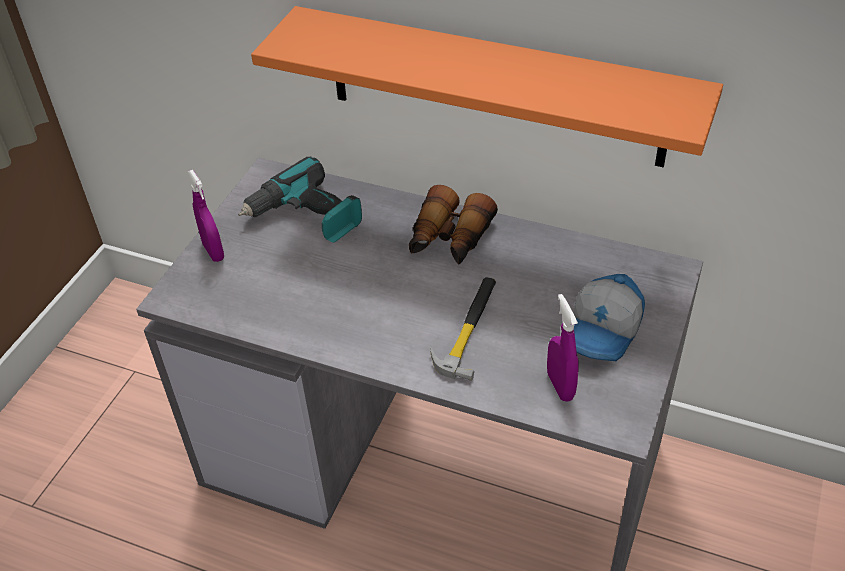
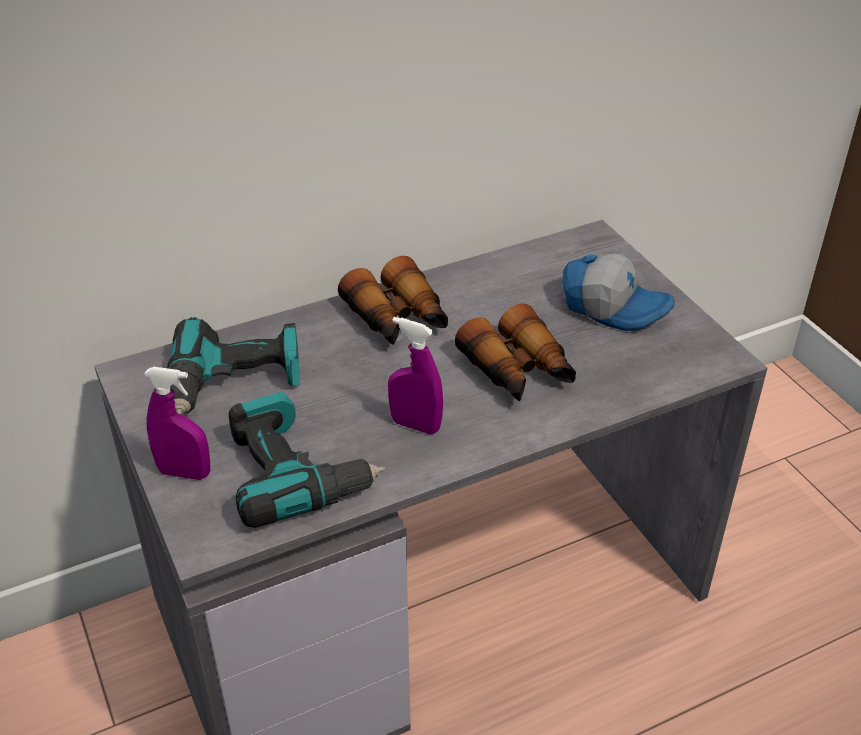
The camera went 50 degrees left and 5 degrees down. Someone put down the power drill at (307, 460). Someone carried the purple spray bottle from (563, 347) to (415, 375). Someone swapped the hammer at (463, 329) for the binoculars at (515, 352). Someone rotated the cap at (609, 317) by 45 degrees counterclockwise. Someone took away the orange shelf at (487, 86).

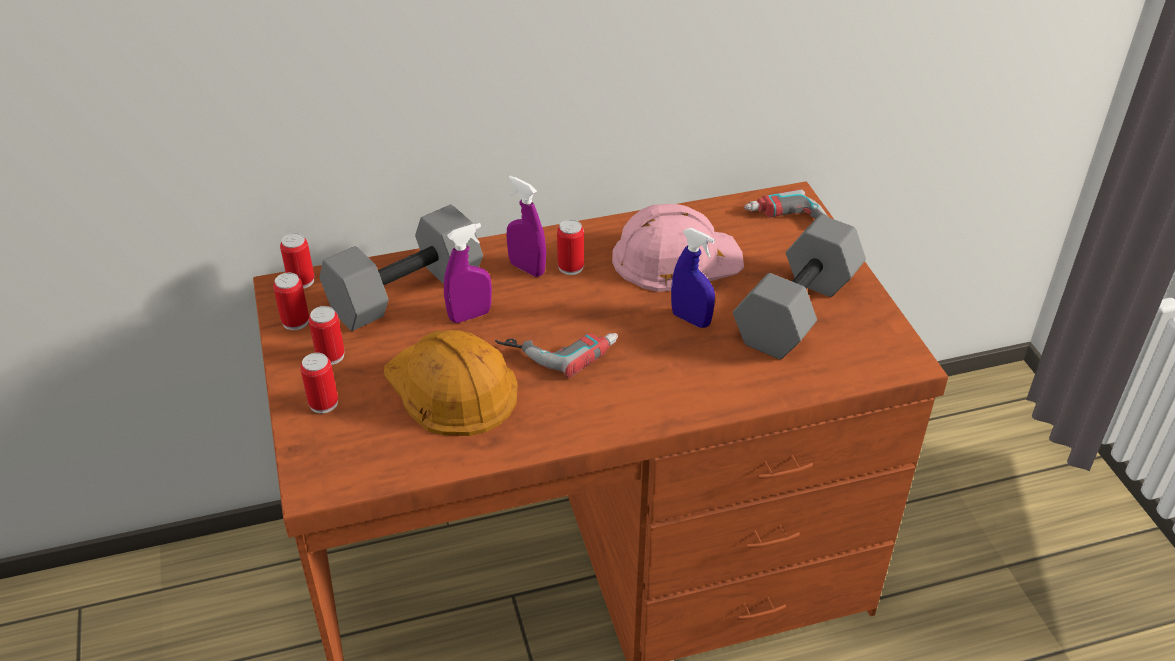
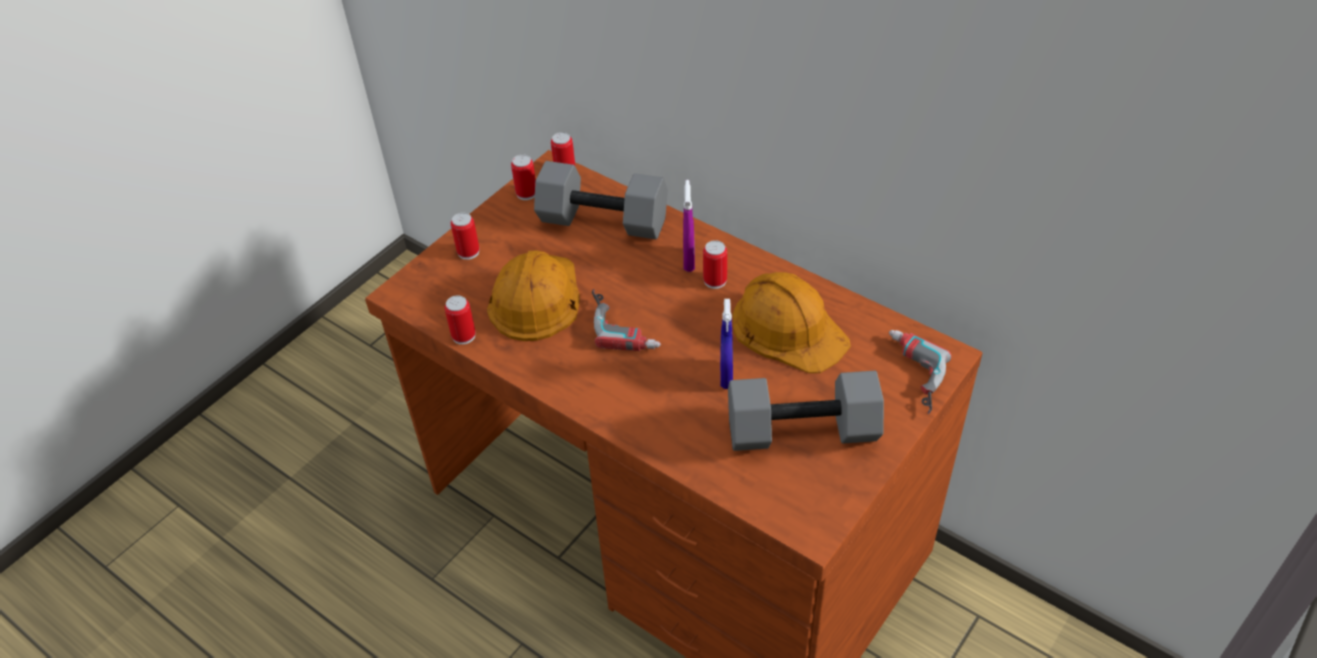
The camera went 55 degrees right and 5 degrees up. Someone carried the can from (327, 335) to (460, 320). Someone repainted the pink hard hat at (678, 248), which became the orange hard hat at (792, 322). Someone took away the purple spray bottle at (468, 273).

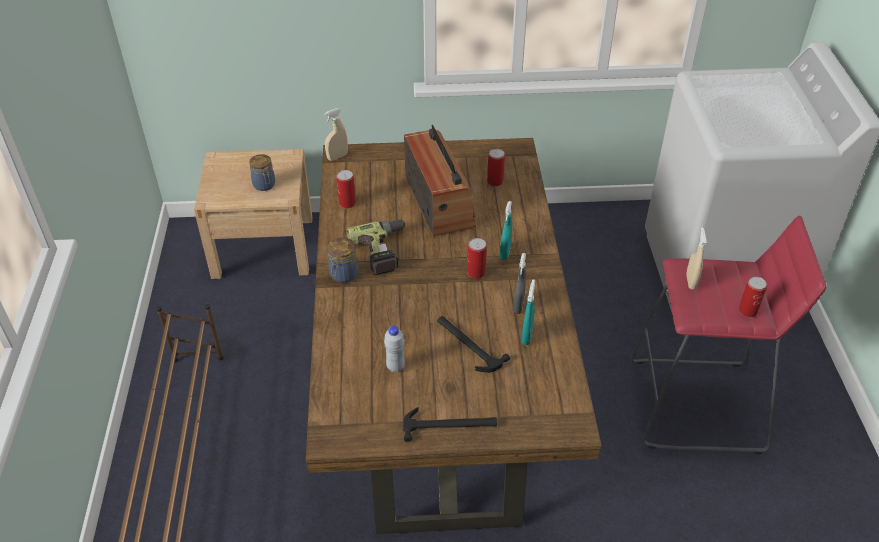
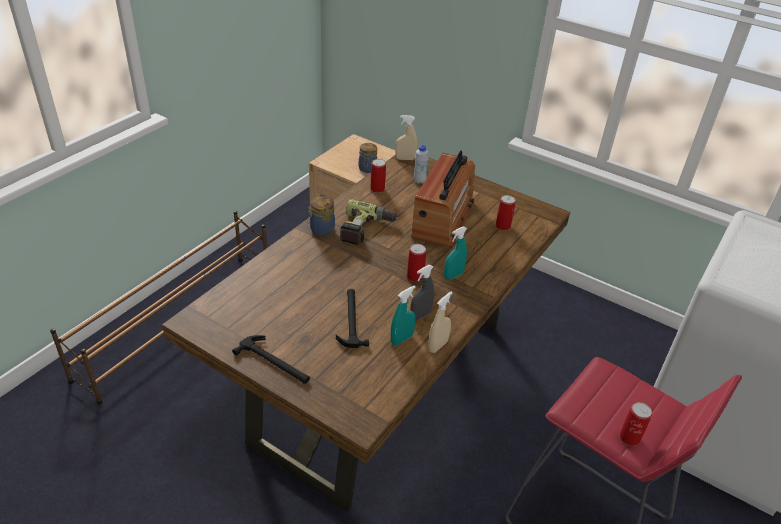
The camera went 35 degrees right and 5 degrees down. Someone carried the white bottle from (394, 348) to (421, 164). Someone carried the beige spray bottle from (696, 258) to (440, 322).

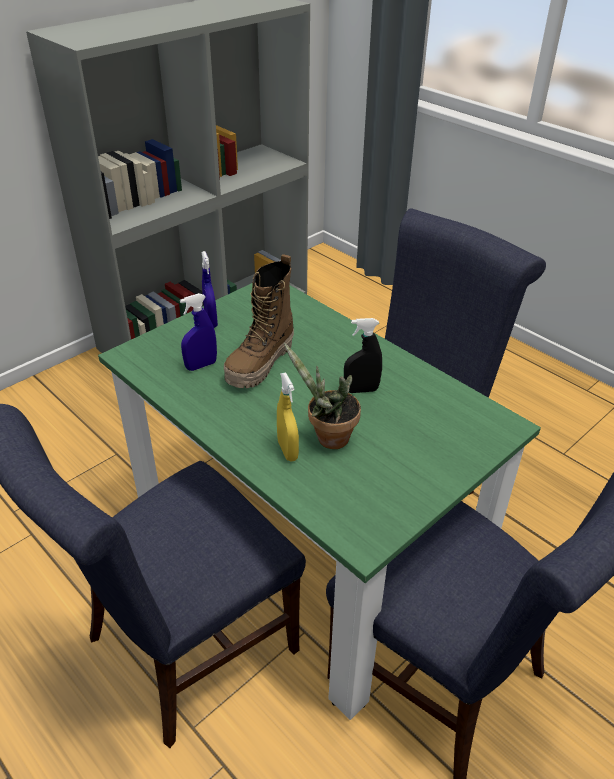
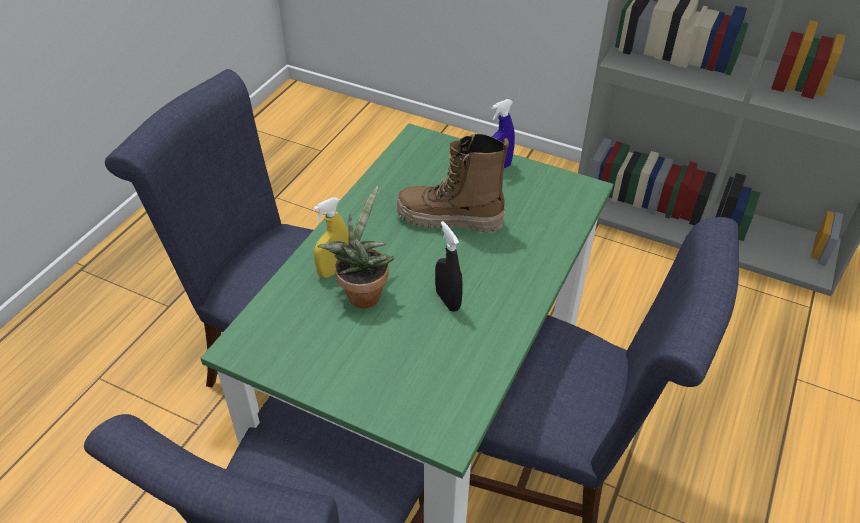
The camera went 70 degrees right and 5 degrees up. Someone took away the blue spray bottle at (198, 332).

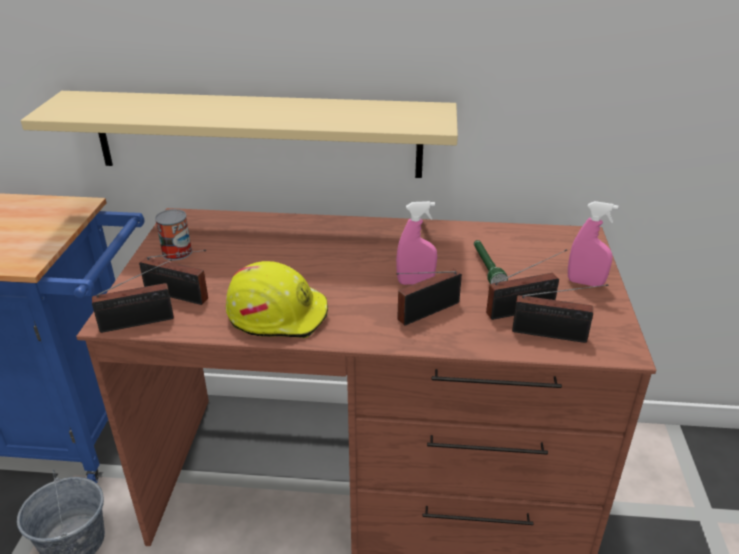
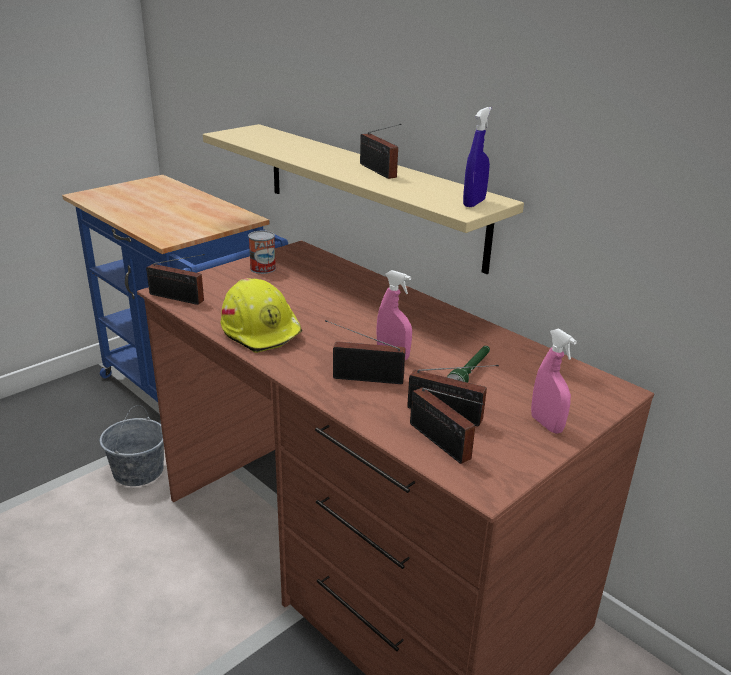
The camera went 40 degrees right and 5 degrees down. Someone carried the radio from (173, 277) to (380, 151). Someone put down the blue spray bottle at (477, 157).

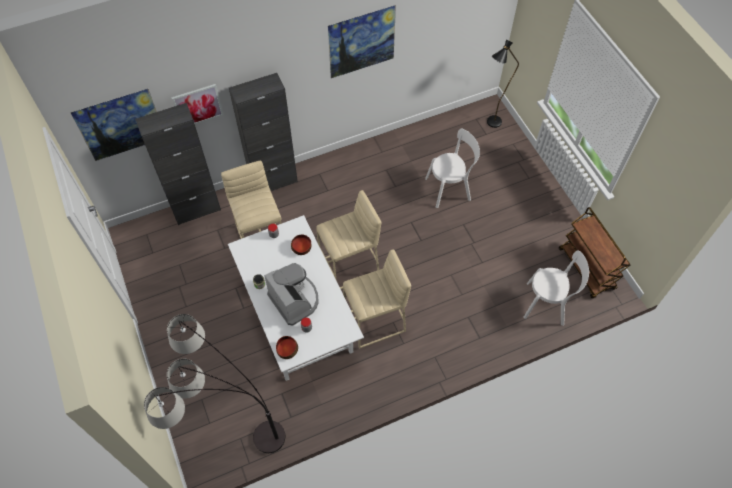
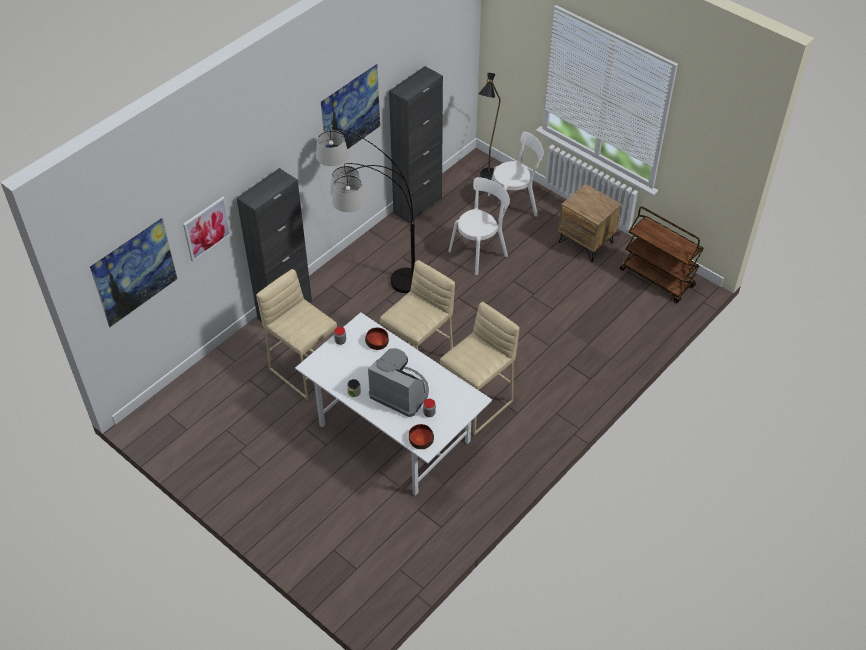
The camera went 25 degrees left and 10 degrees down. Someone carried the floor lamp from (214, 383) to (365, 210). Someone carried the black cabinet from (178, 164) to (416, 145). Someone carried the white chair from (556, 288) to (516, 177). Someone put down the brown nightstand at (590, 223).

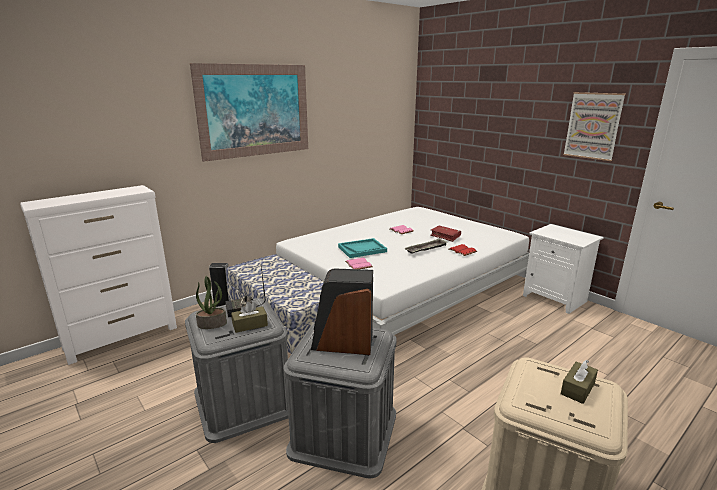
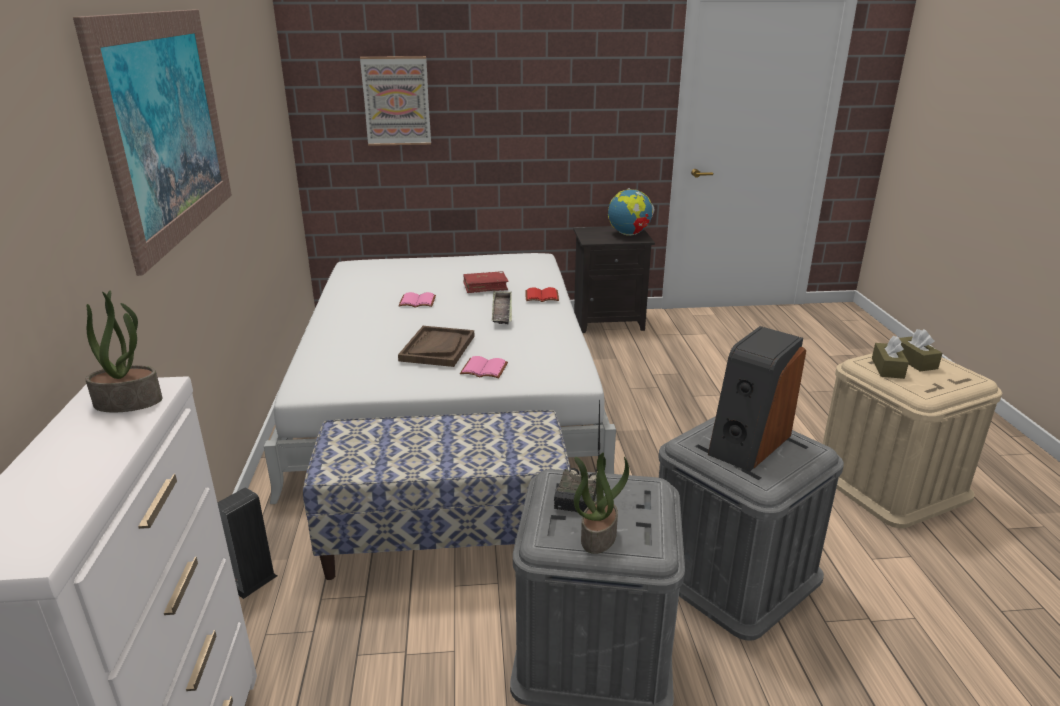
The camera went 55 degrees left and 5 degrees up. Someone put down the potted plant at (124, 351). Someone carried the picture from (594, 126) to (395, 101). Someone repainted the turquoise tray at (362, 248), which became the brown tray at (436, 346). Someone repainted the white nightstand at (563, 269), which became the black nightstand at (614, 280). Someone put down the globe at (631, 212). Someone carried the brown tissue box from (249, 317) to (890, 357).

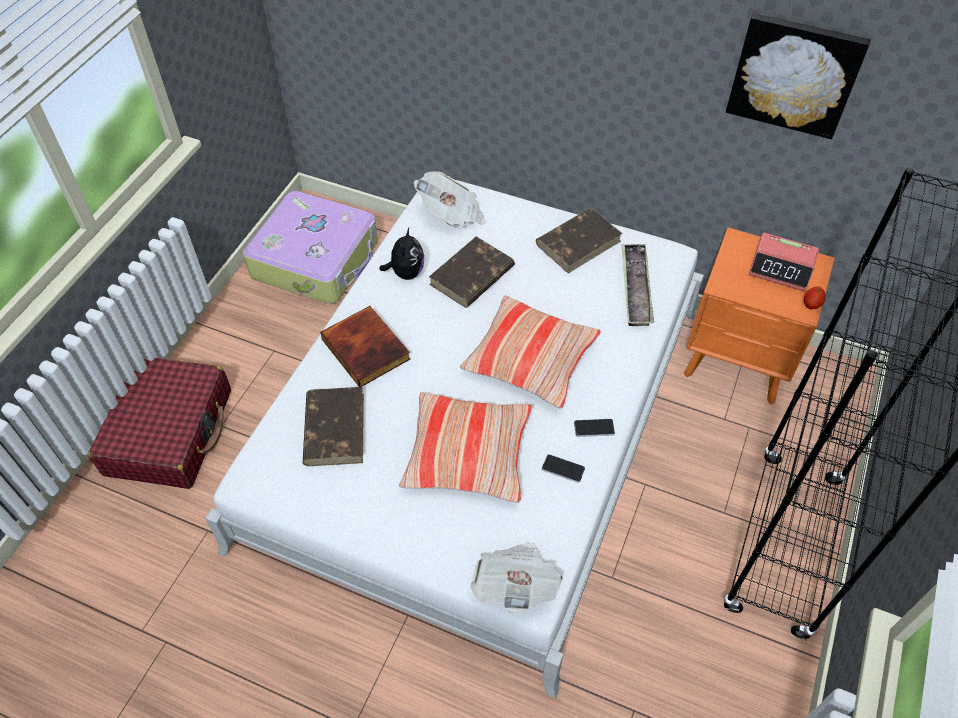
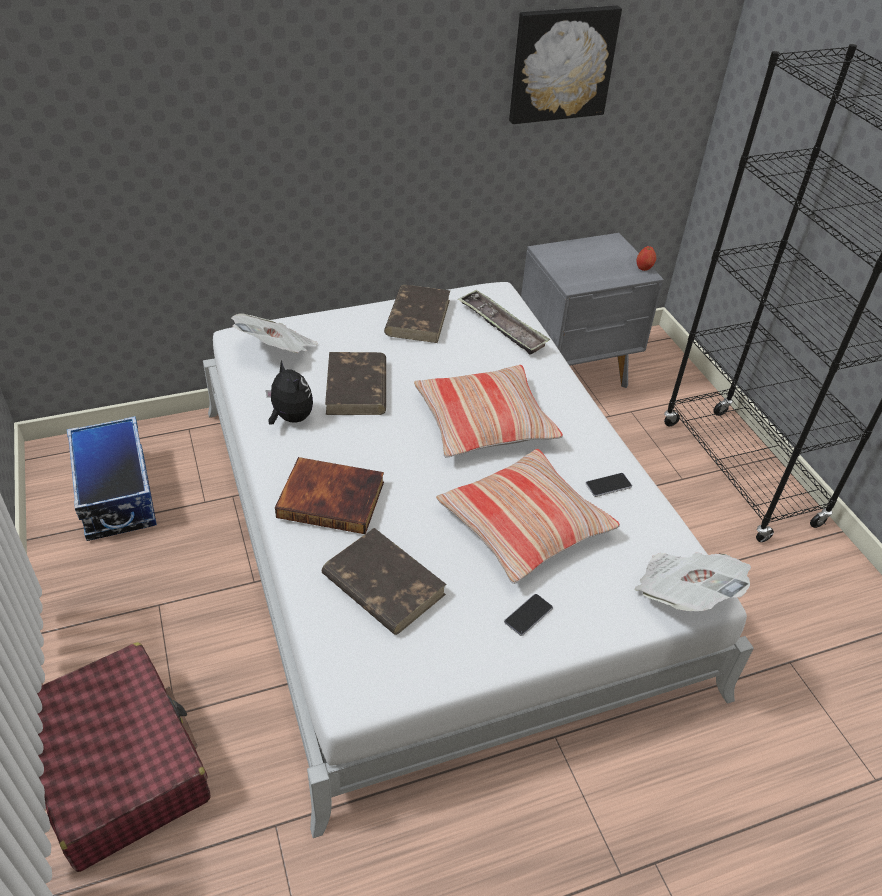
The camera went 45 degrees left and 10 degrees down. Someone swapped the suitcase at (310, 247) for the storage box at (112, 478). Someone carried the phone from (594, 428) to (528, 615). Someone repainted the orange nightstand at (759, 316), which became the grey nightstand at (592, 310). Someone took away the alarm clock at (784, 262).

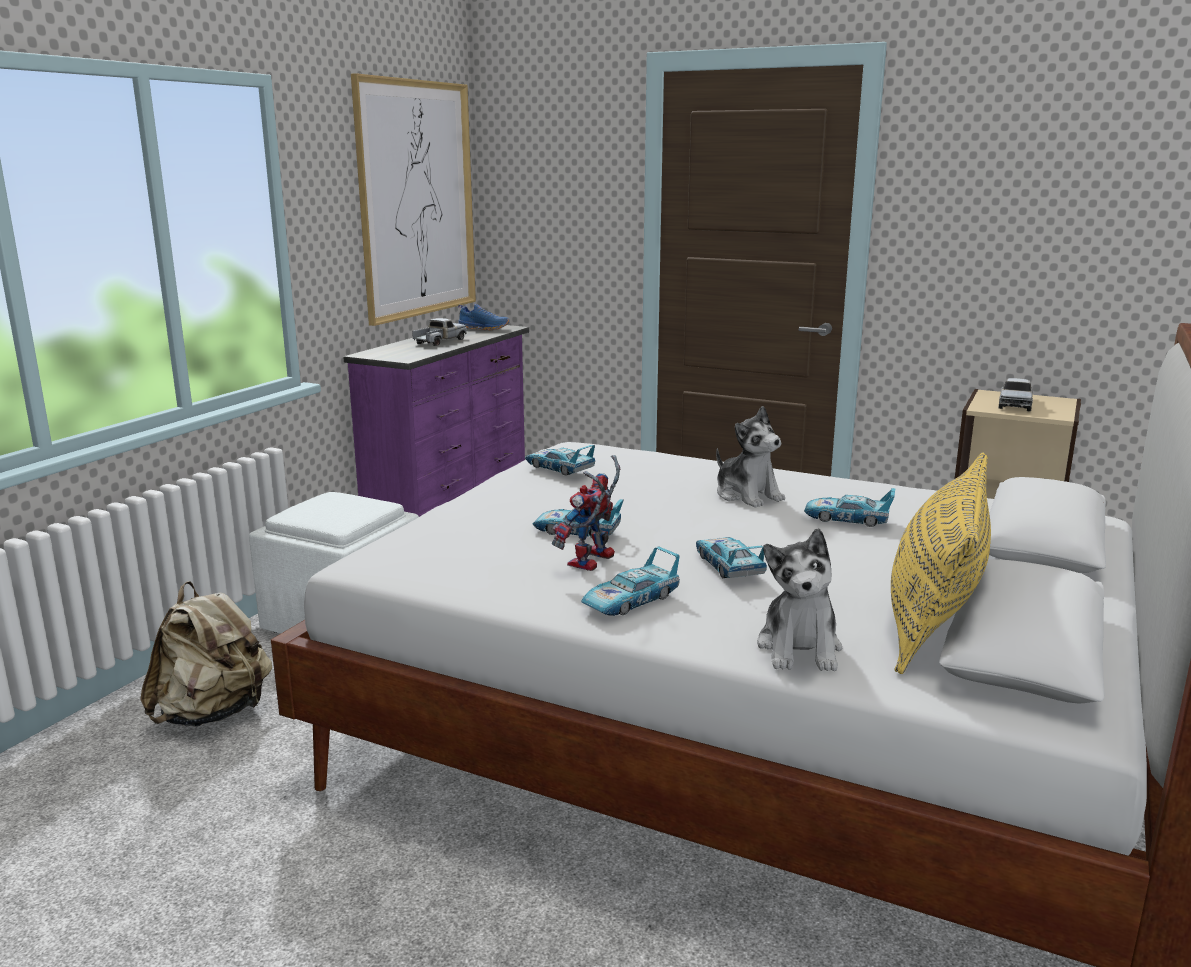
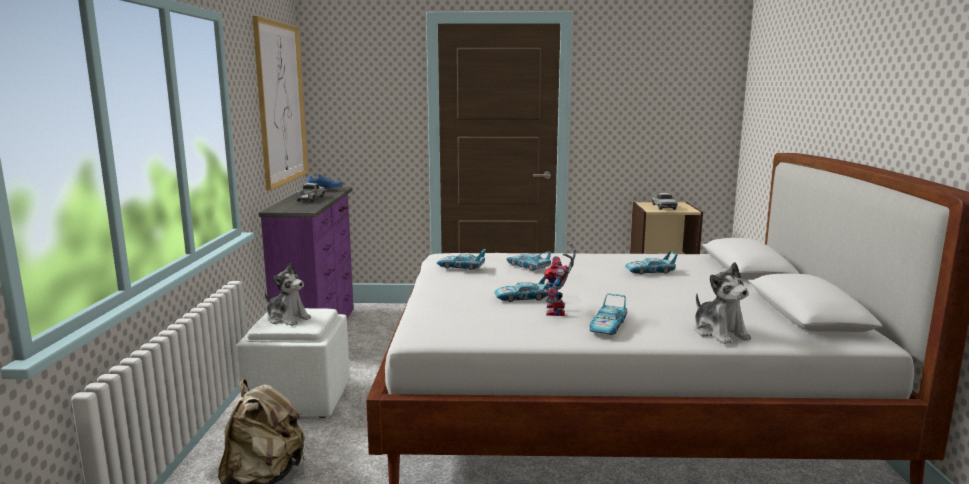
The camera went 25 degrees left and 5 degrees down. Someone carried the plush toy from (750, 457) to (288, 294). Someone carried the toy car from (731, 557) to (528, 261). Someone took away the yellow pillow at (941, 563).

